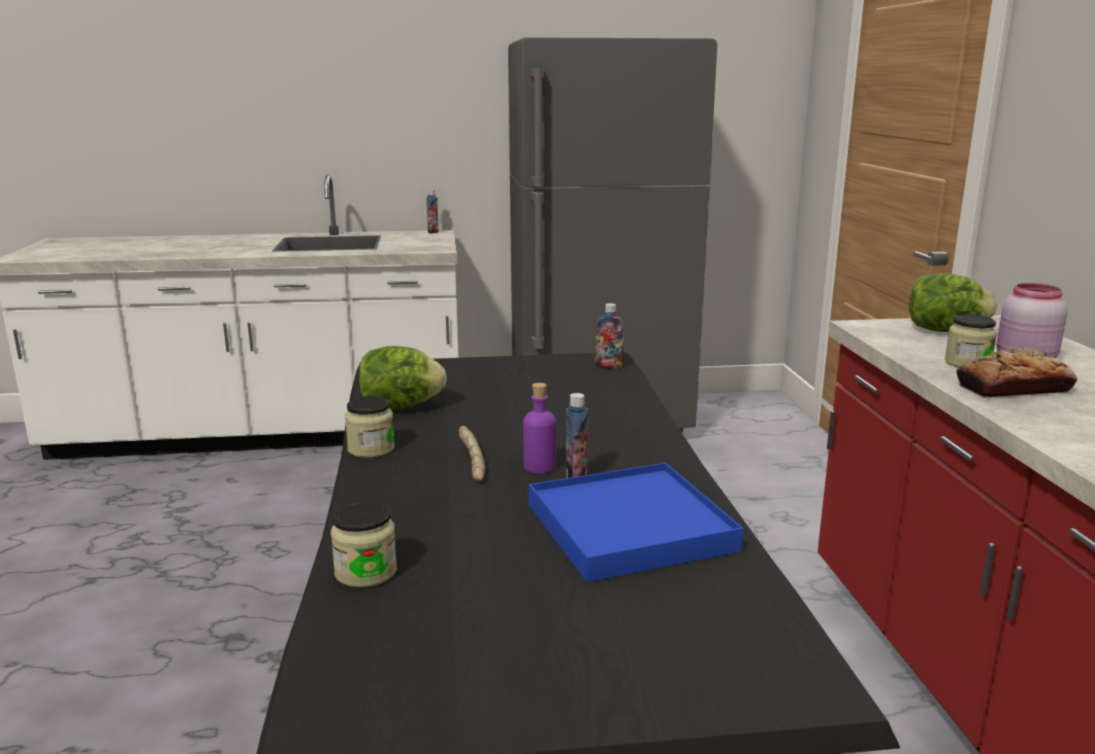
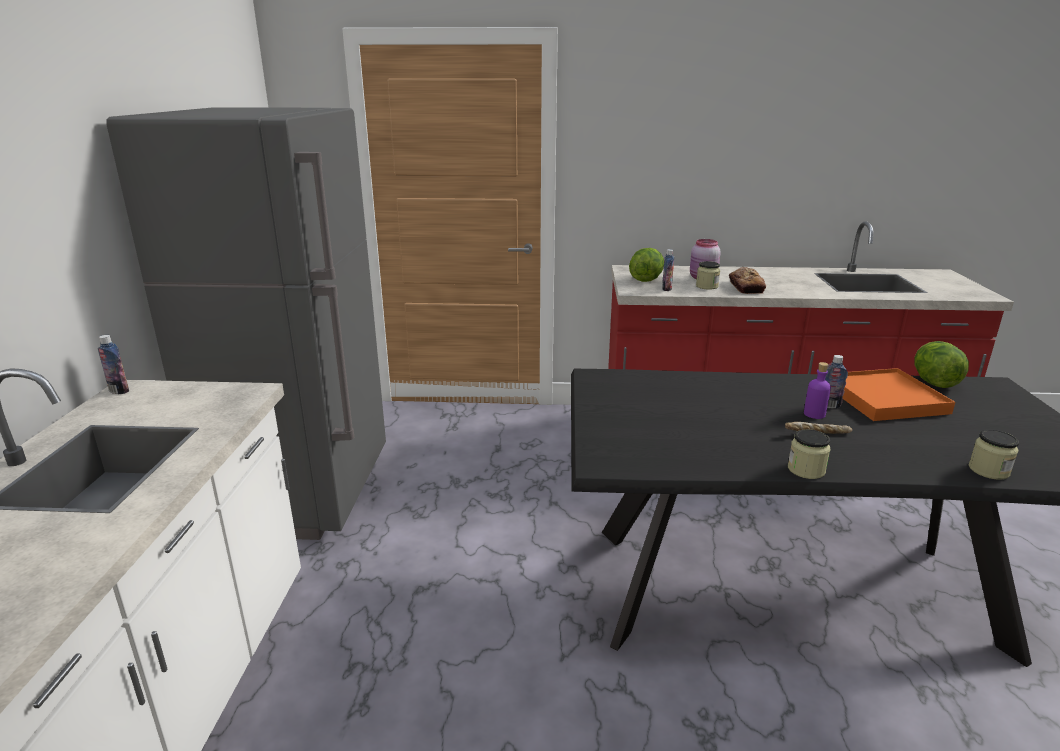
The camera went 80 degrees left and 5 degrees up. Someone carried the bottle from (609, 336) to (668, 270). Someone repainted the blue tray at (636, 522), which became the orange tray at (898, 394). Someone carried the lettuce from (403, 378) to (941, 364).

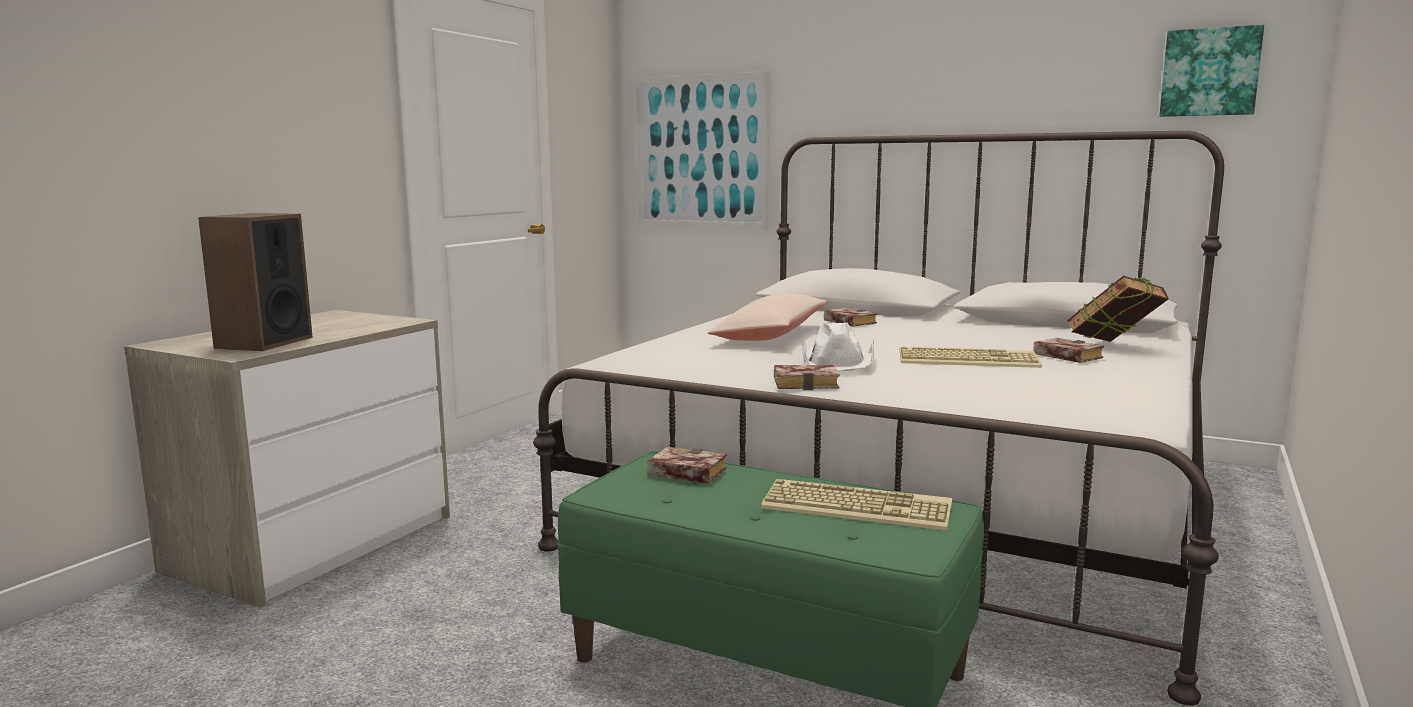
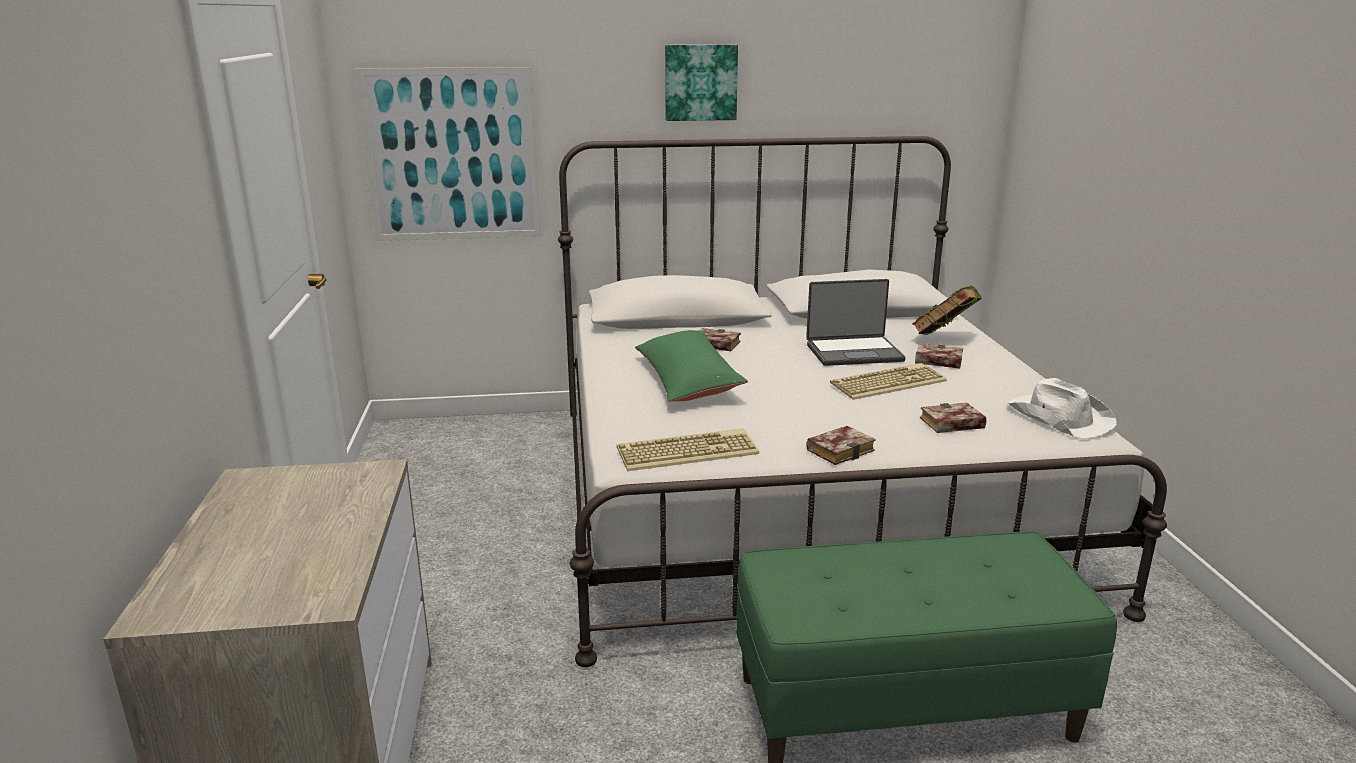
The camera went 35 degrees left and 10 degrees up. Someone carried the keyboard from (856, 505) to (688, 450). Someone repainted the beige pillow at (767, 317), which became the green pillow at (691, 366). Someone carried the picture from (1212, 71) to (701, 83). Someone put down the laptop at (856, 322). Someone carried the book from (687, 465) to (953, 418). Someone carried the white hat from (838, 346) to (1062, 408). Someone took away the speaker at (255, 282).

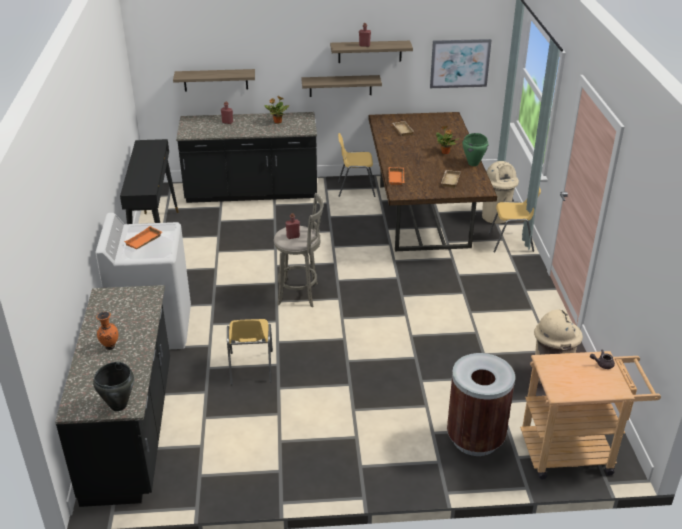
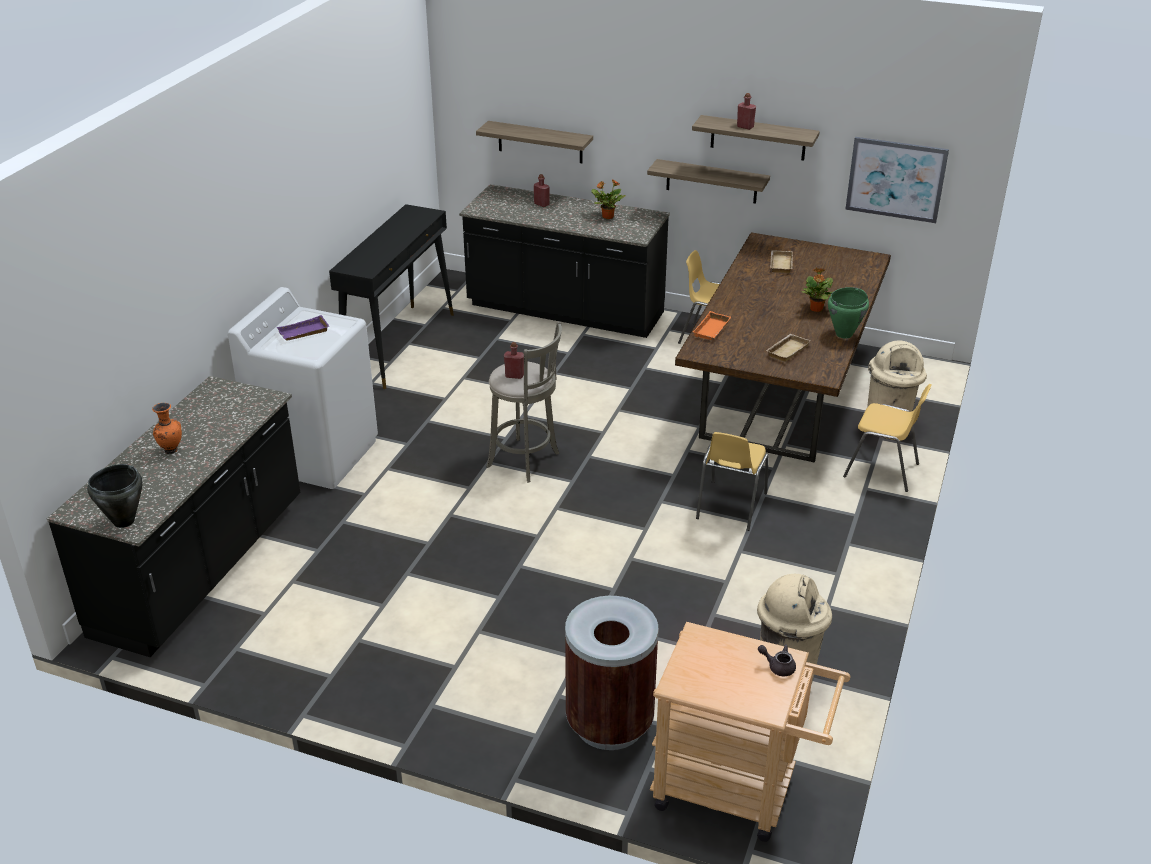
The camera went 25 degrees right and 0 degrees up. Someone repainted the orange tray at (143, 237), which became the purple tray at (303, 328). Someone carried the yellow chair from (250, 352) to (732, 481).

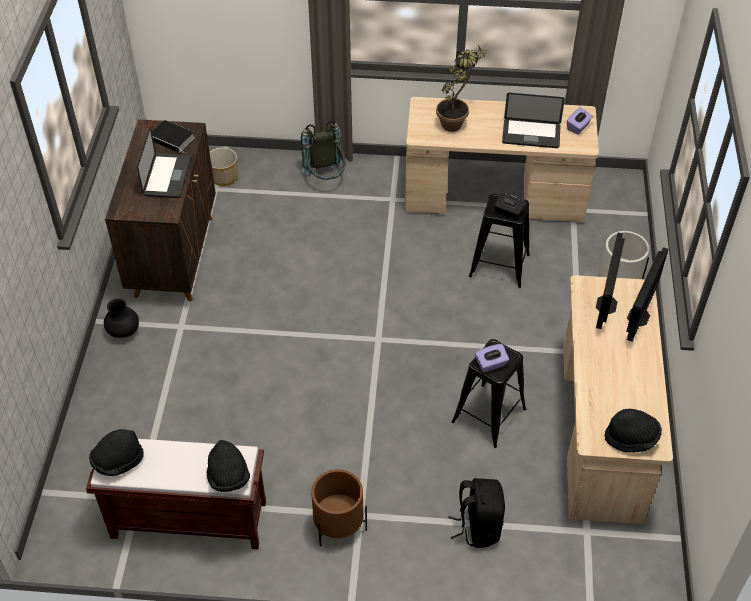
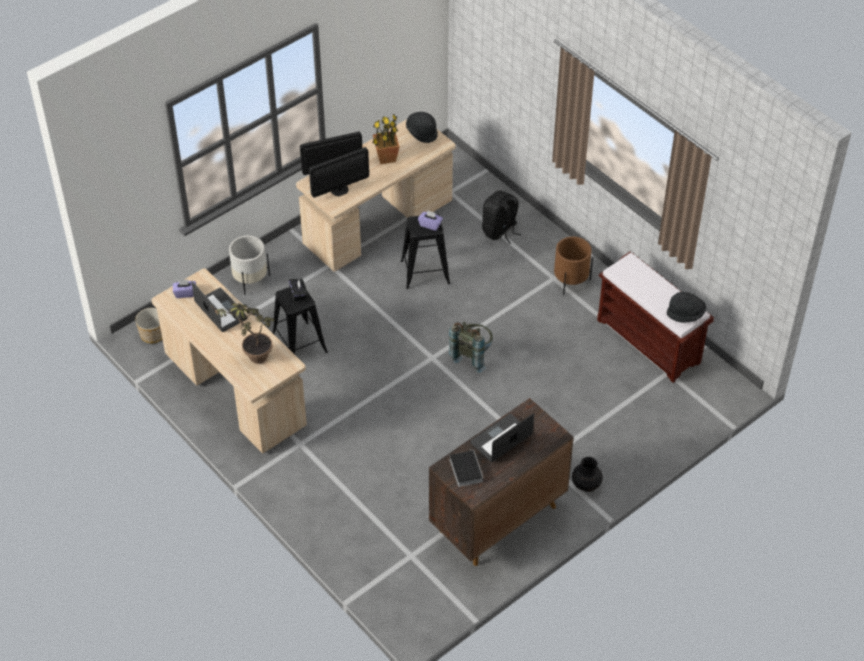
The camera went 135 degrees left and 0 degrees up. Someone carried the planter from (224, 166) to (148, 325). Someone put down the potted plant at (386, 139). Someone carried the grey backpack from (323, 150) to (471, 347). Someone took away the black hat at (228, 466).

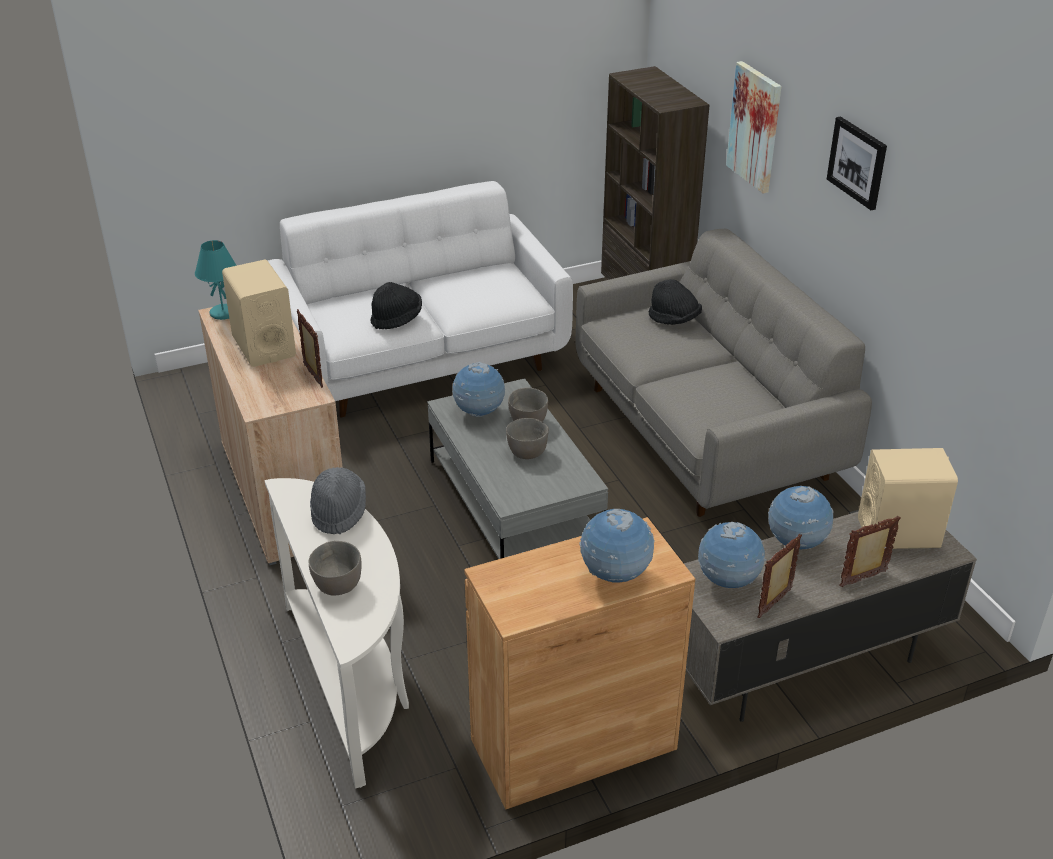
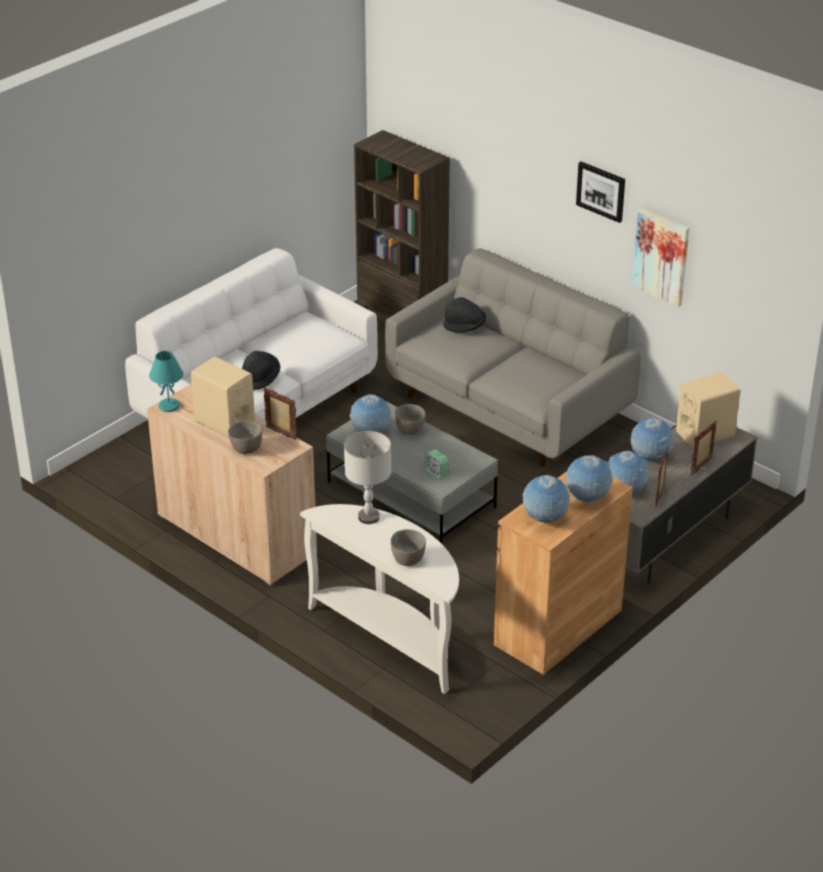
The camera went 25 degrees left and 0 degrees up. Someone carried the grey bowl from (527, 438) to (245, 437). Someone swapped the grey hat at (338, 500) for the grey table lamp at (367, 477). Someone put down the alarm clock at (437, 464). Someone put down the globe at (546, 498). Someone carried the picture from (753, 127) to (661, 257).

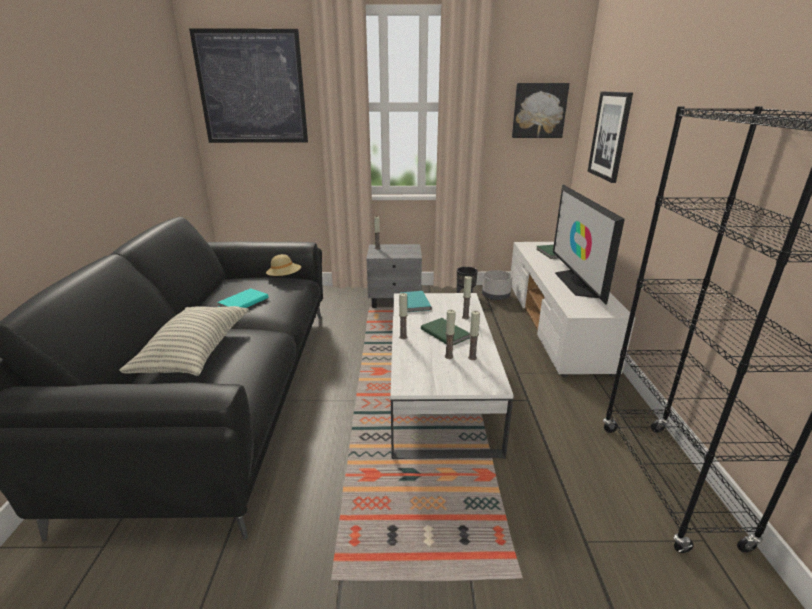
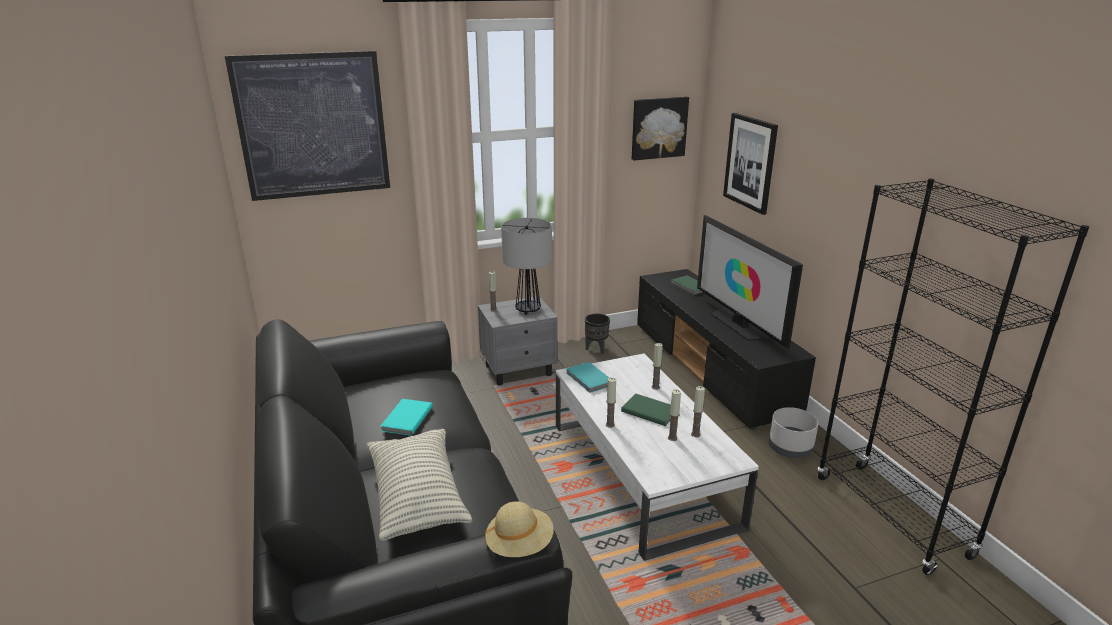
The camera went 20 degrees left and 0 degrees up. Someone carried the beige hat from (283, 265) to (519, 529). Someone put down the table lamp at (526, 266). Someone repainted the white tv stand at (573, 309), which became the black tv stand at (726, 349). Someone carried the grey planter from (497, 285) to (793, 432).

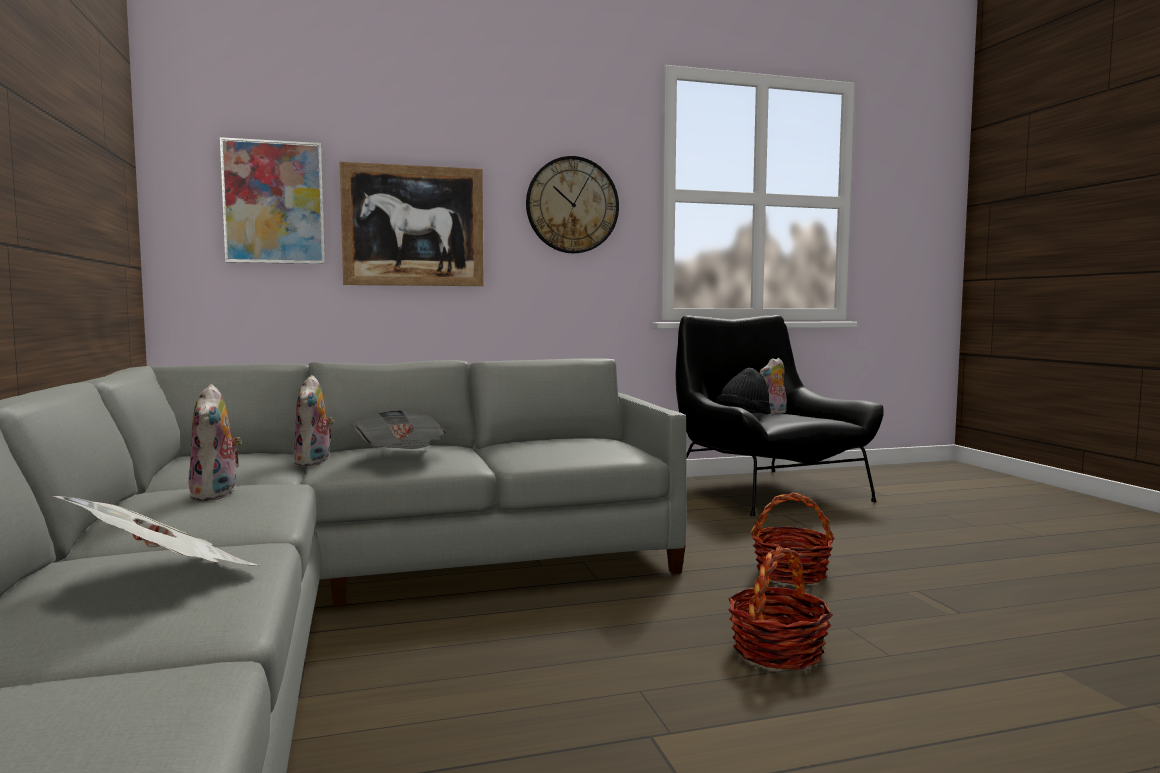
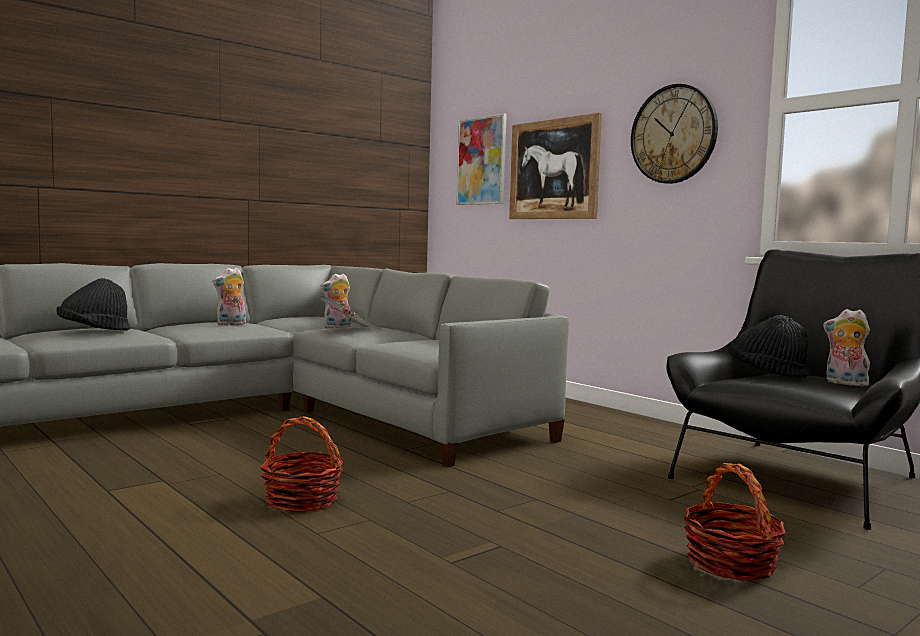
The camera went 65 degrees right and 0 degrees up. Someone swapped the newspaper at (157, 530) for the black hat at (93, 304). Someone carried the basket from (792, 538) to (735, 522).

